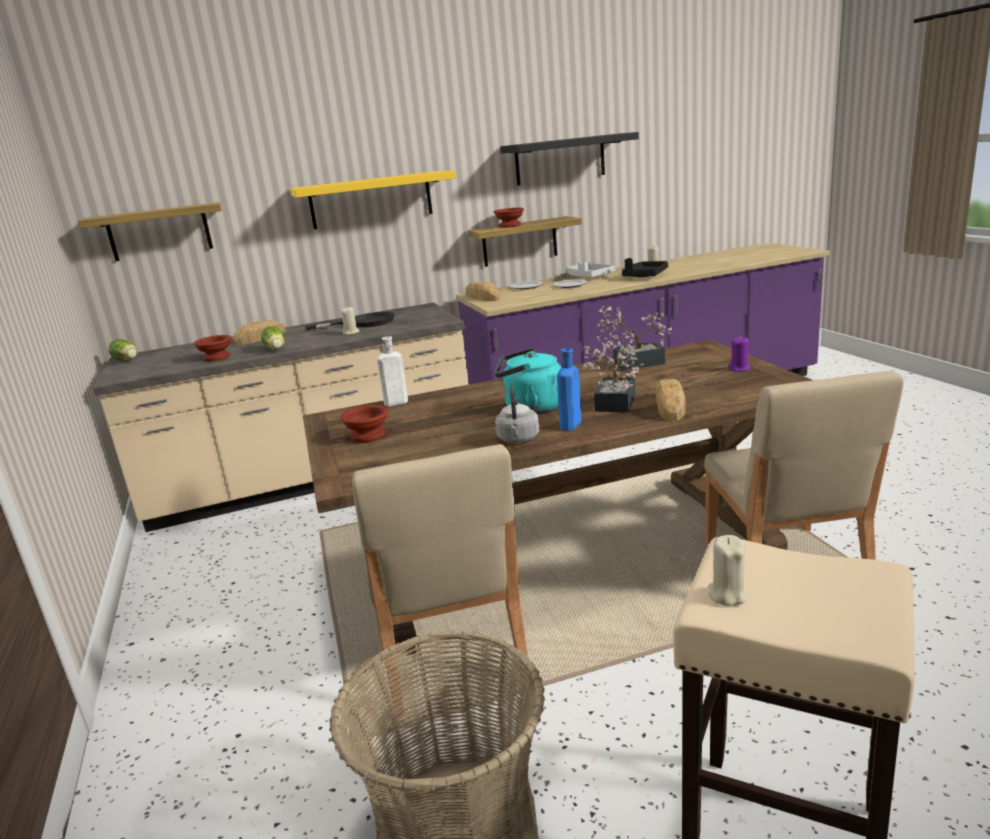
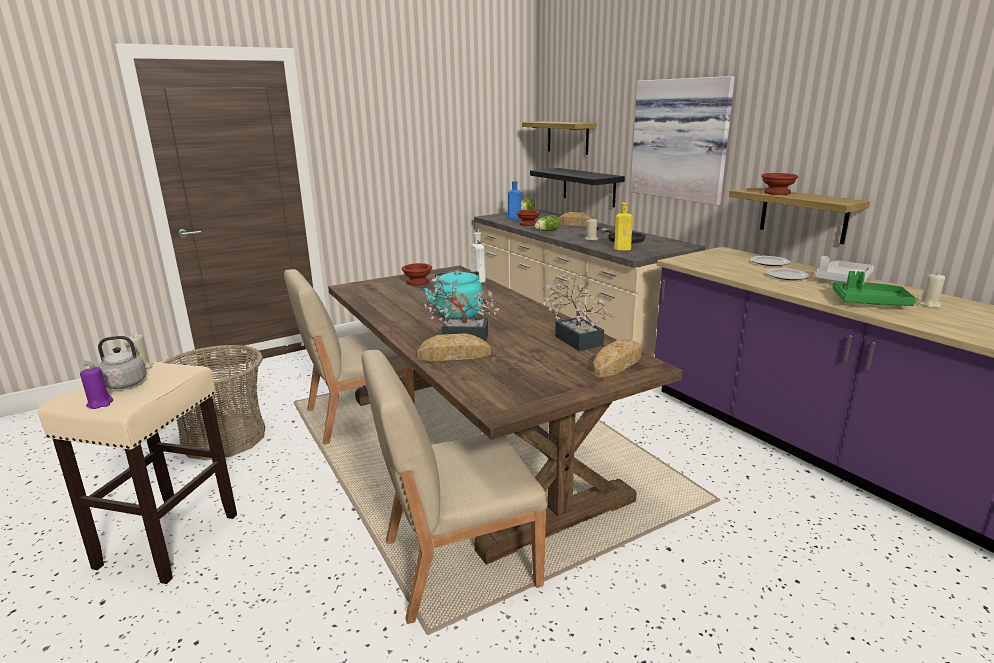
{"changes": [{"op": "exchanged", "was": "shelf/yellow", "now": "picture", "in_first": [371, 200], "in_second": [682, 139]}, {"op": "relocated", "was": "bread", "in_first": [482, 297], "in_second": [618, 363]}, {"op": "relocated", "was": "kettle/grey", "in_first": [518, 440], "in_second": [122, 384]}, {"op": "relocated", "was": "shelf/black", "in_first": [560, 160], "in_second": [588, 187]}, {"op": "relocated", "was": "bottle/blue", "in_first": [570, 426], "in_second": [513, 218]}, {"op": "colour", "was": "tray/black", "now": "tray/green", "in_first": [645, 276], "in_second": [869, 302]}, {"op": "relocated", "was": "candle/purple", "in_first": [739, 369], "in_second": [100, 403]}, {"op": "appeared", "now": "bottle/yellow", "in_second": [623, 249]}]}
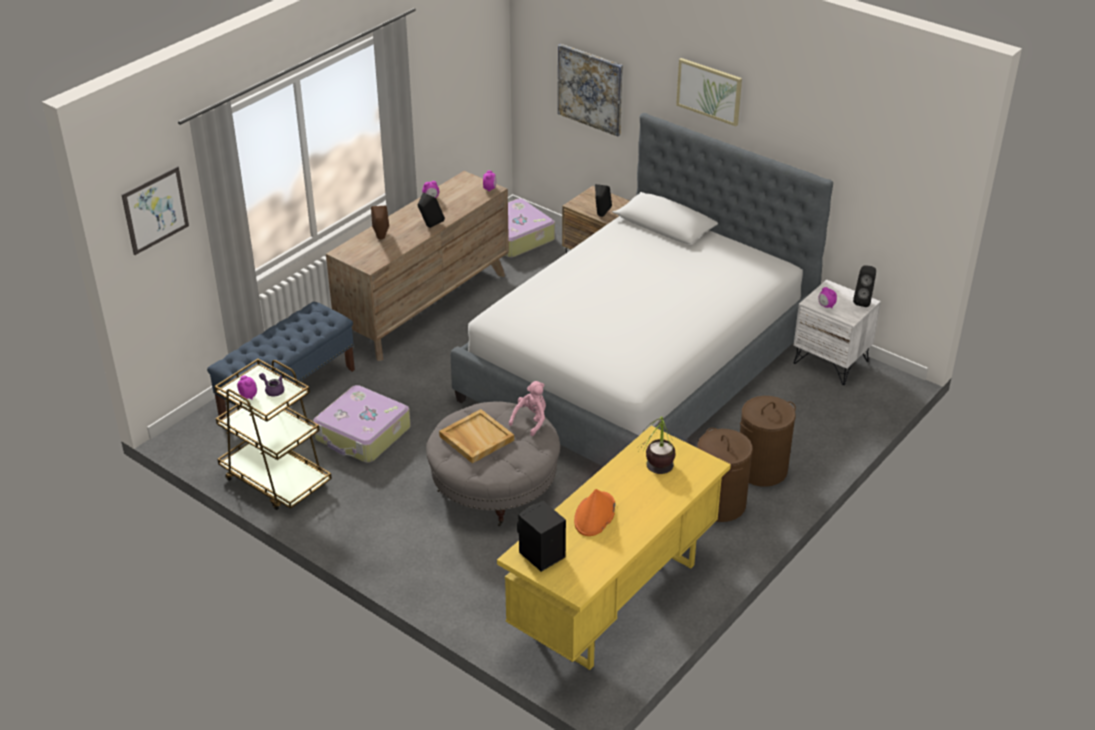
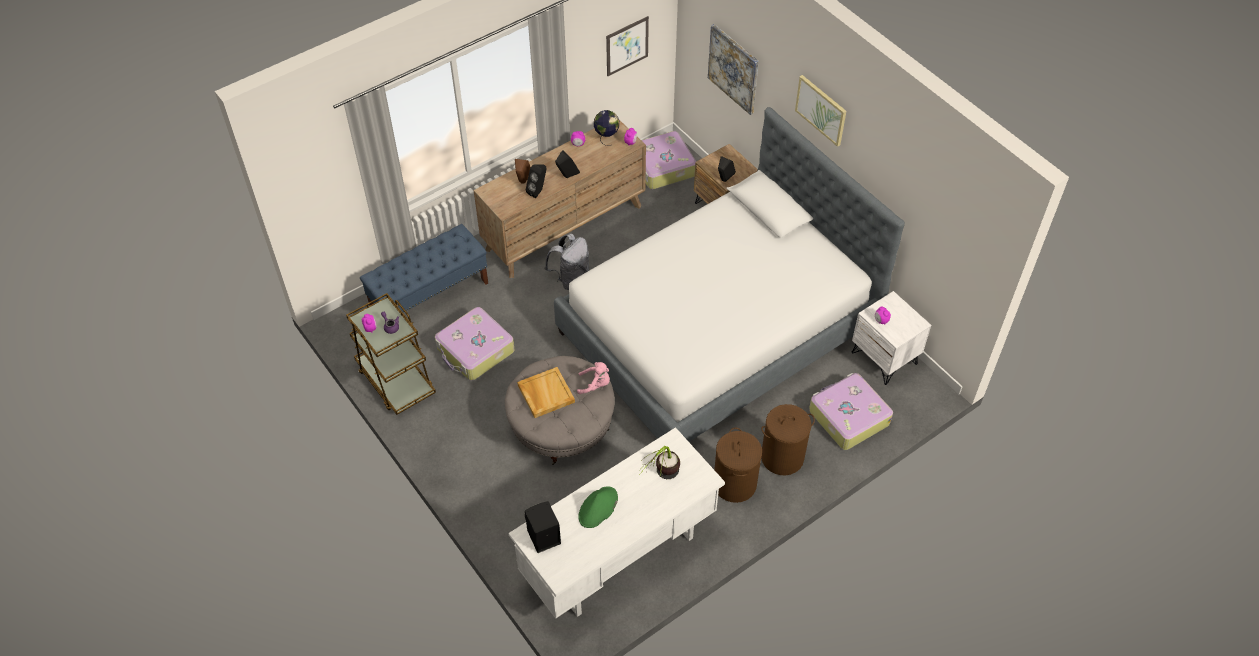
{"changes": [{"op": "relocated", "was": "picture", "in_first": [155, 210], "in_second": [627, 46]}, {"op": "colour", "was": "desk/yellow", "now": "desk/white", "in_first": [614, 600], "in_second": [618, 556]}, {"op": "spun", "was": "plush toy/pink", "in_first": [531, 420], "in_second": [595, 384], "clockwise": 45}, {"op": "colour", "was": "hat/orange", "now": "hat/green", "in_first": [594, 515], "in_second": [598, 508]}, {"op": "relocated", "was": "speaker/black", "in_first": [863, 301], "in_second": [538, 191]}, {"op": "appeared", "now": "backpack/grey", "in_second": [570, 278]}, {"op": "appeared", "now": "globe", "in_second": [606, 138]}, {"op": "appeared", "now": "suitcase", "in_second": [847, 417]}]}
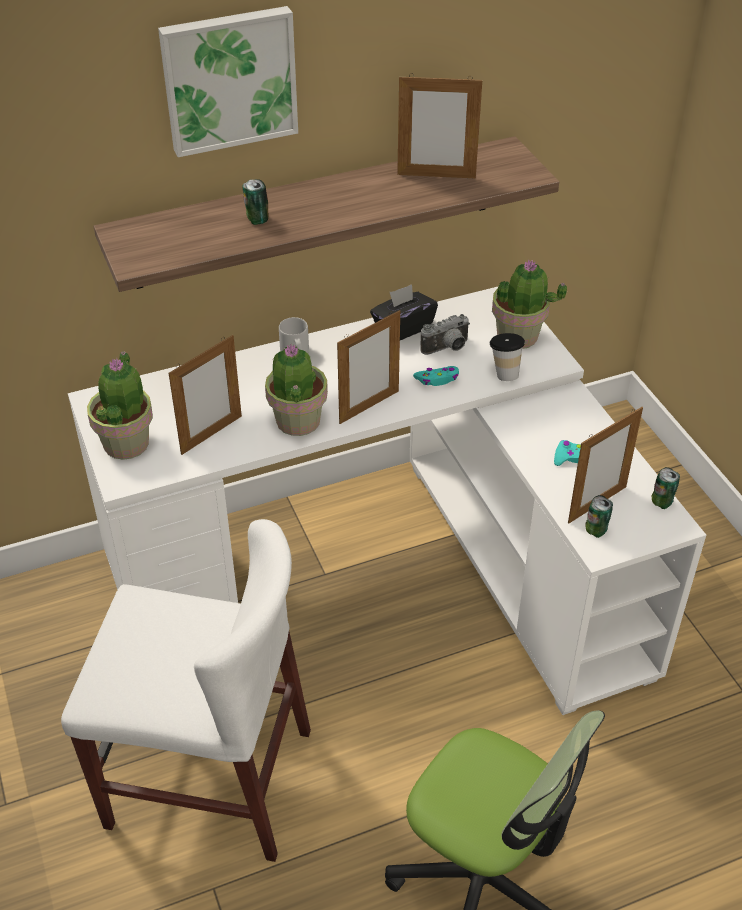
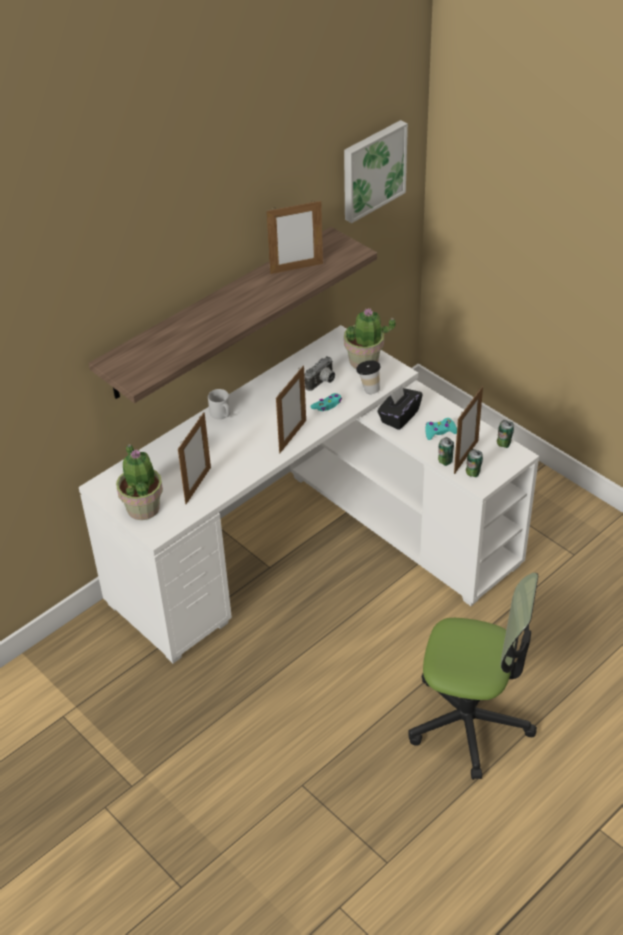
{"changes": [{"op": "missing", "was": "chair/white", "in_first": [209, 778]}, {"op": "relocated", "was": "picture", "in_first": [229, 79], "in_second": [372, 170]}, {"op": "relocated", "was": "can", "in_first": [257, 220], "in_second": [445, 461]}, {"op": "missing", "was": "potted plant", "in_first": [297, 421]}, {"op": "relocated", "was": "tissue box/black", "in_first": [403, 328], "in_second": [399, 417]}]}
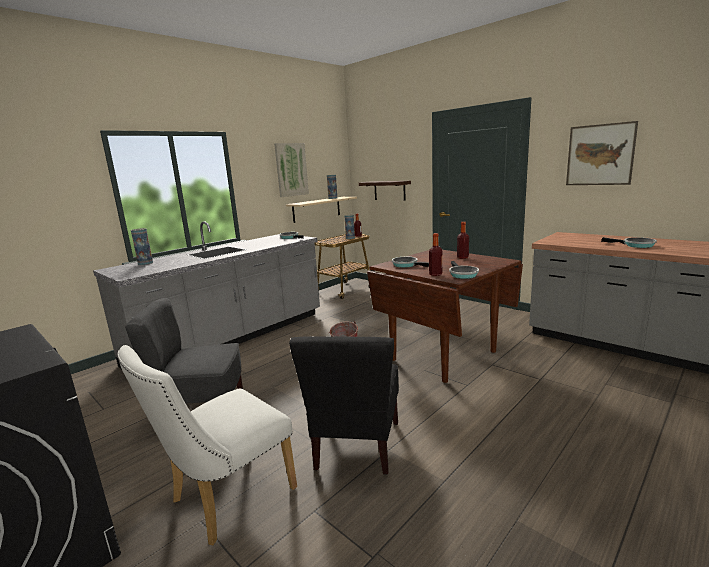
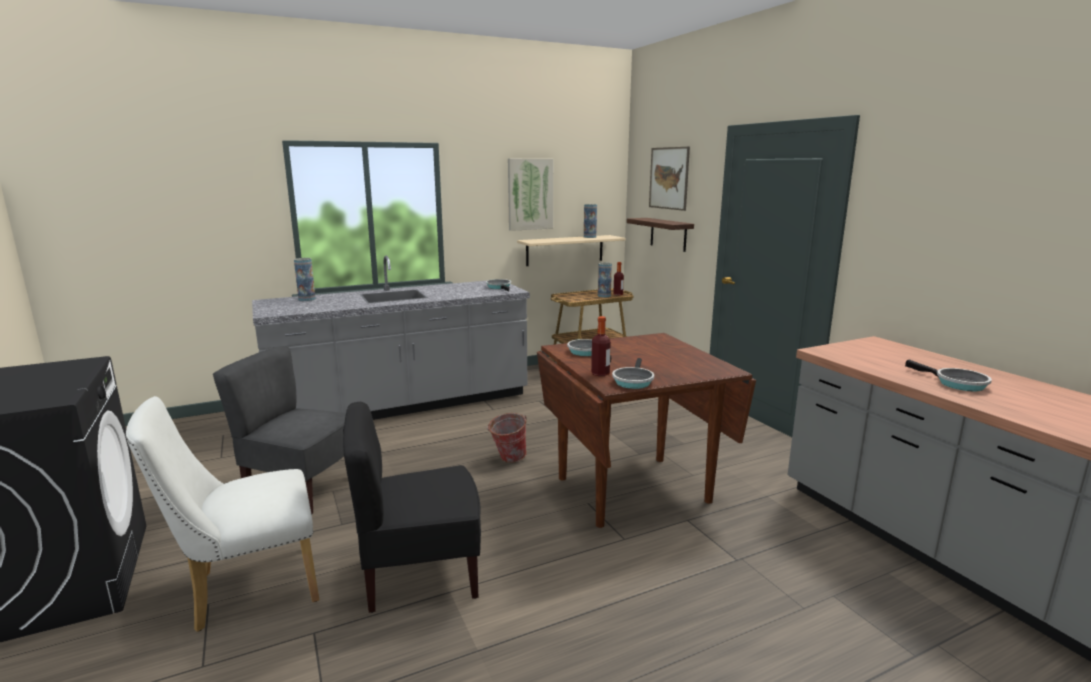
{"changes": [{"op": "spun", "was": "chair/black", "in_first": [356, 445], "in_second": [420, 574], "clockwise": 45}, {"op": "missing", "was": "bottle", "in_first": [462, 257]}, {"op": "relocated", "was": "picture", "in_first": [600, 155], "in_second": [669, 178]}]}
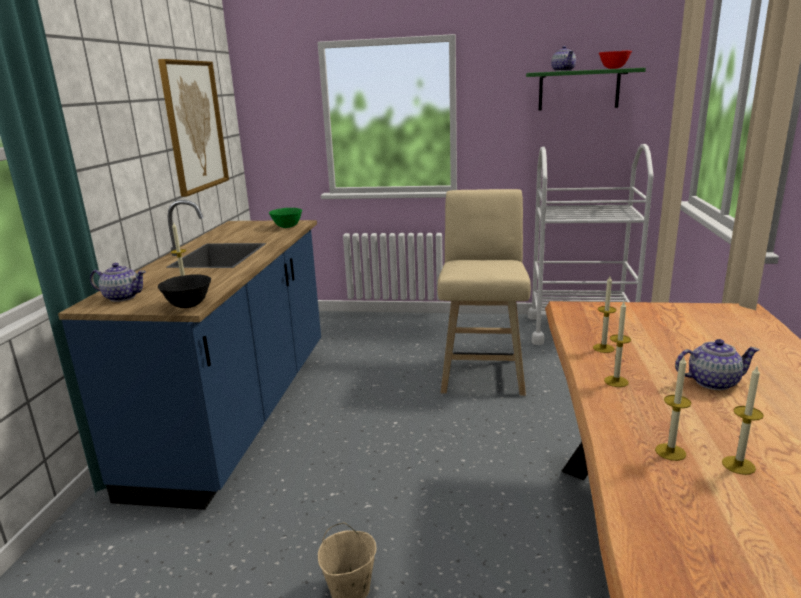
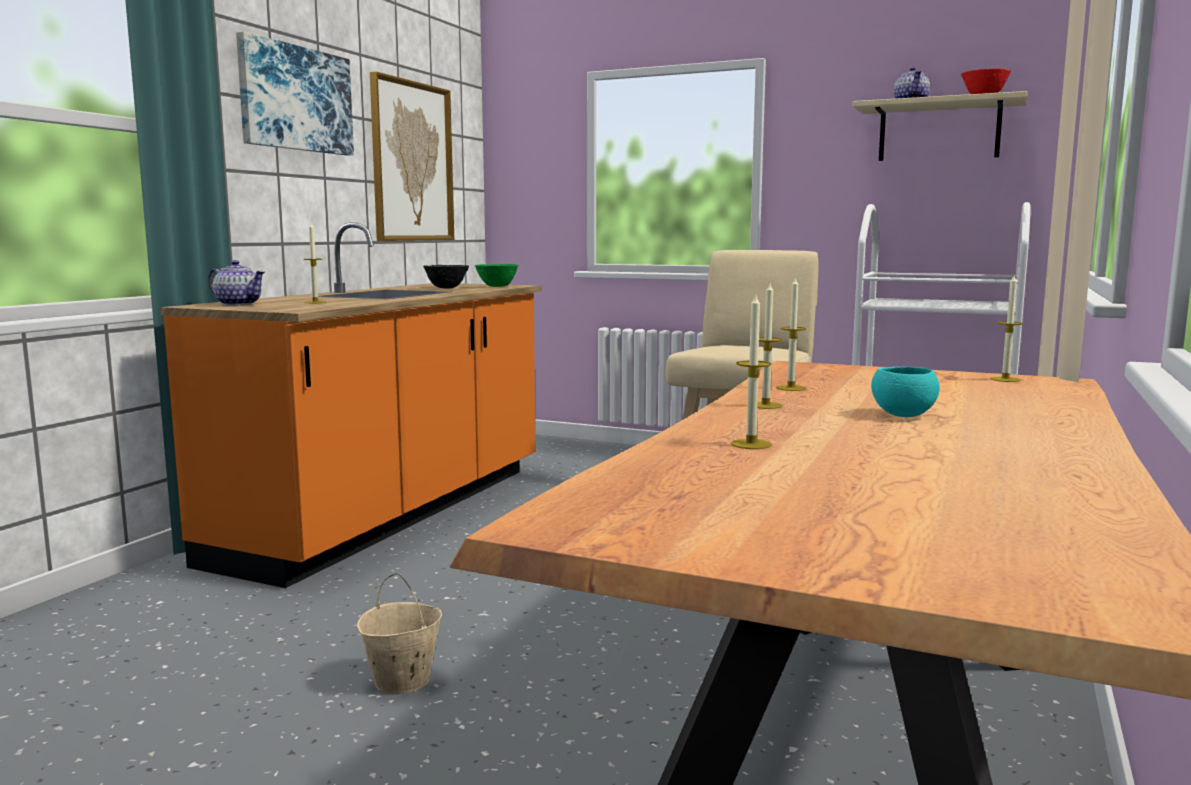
{"changes": [{"op": "colour", "was": "counter/blue", "now": "counter/orange", "in_first": [241, 412], "in_second": [392, 513]}, {"op": "relocated", "was": "bowl/black", "in_first": [189, 306], "in_second": [447, 288]}, {"op": "colour", "was": "shelf/green", "now": "shelf/beige", "in_first": [578, 90], "in_second": [939, 131]}, {"op": "exchanged", "was": "teapot", "now": "bowl/turquoise", "in_first": [712, 382], "in_second": [903, 415]}, {"op": "relocated", "was": "candle", "in_first": [738, 465], "in_second": [1005, 379]}, {"op": "appeared", "now": "picture", "in_second": [295, 99]}]}
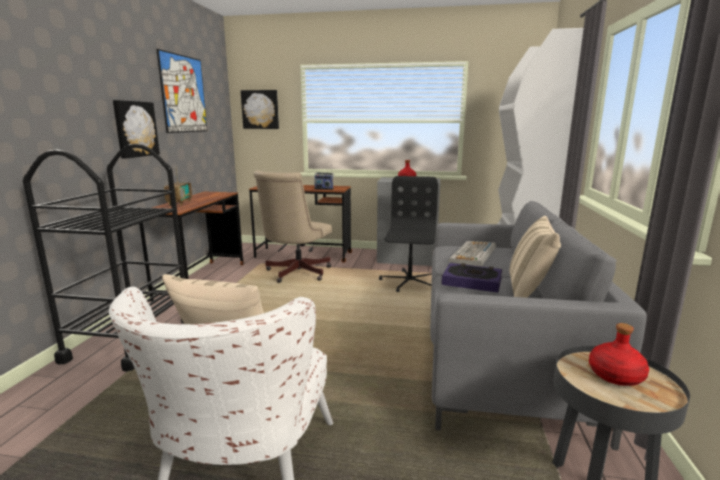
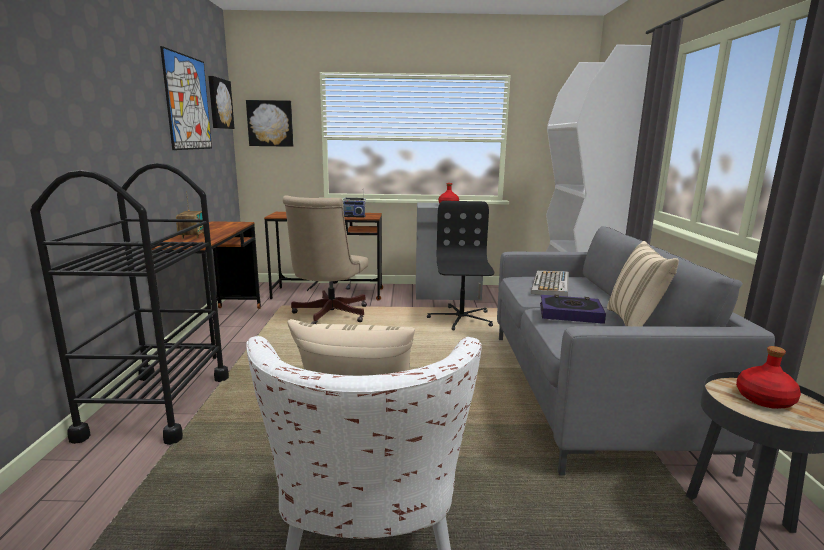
{"changes": [{"op": "relocated", "was": "picture", "in_first": [135, 129], "in_second": [219, 103]}]}
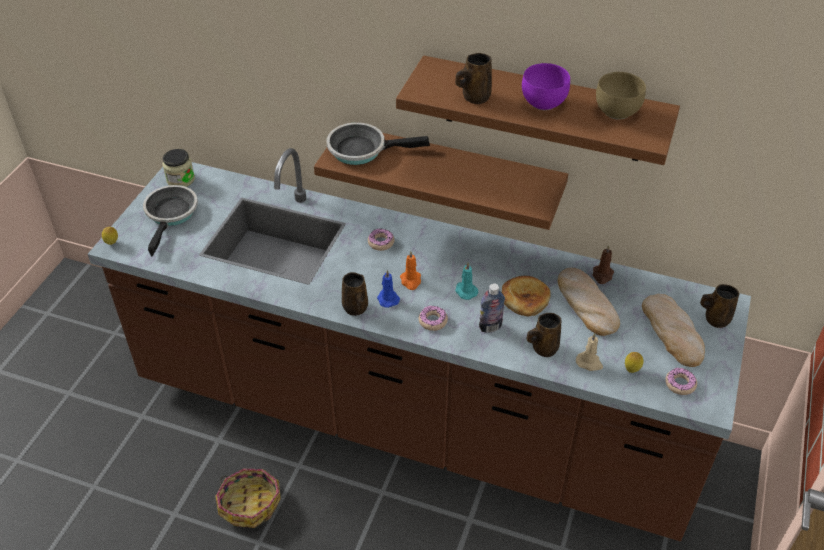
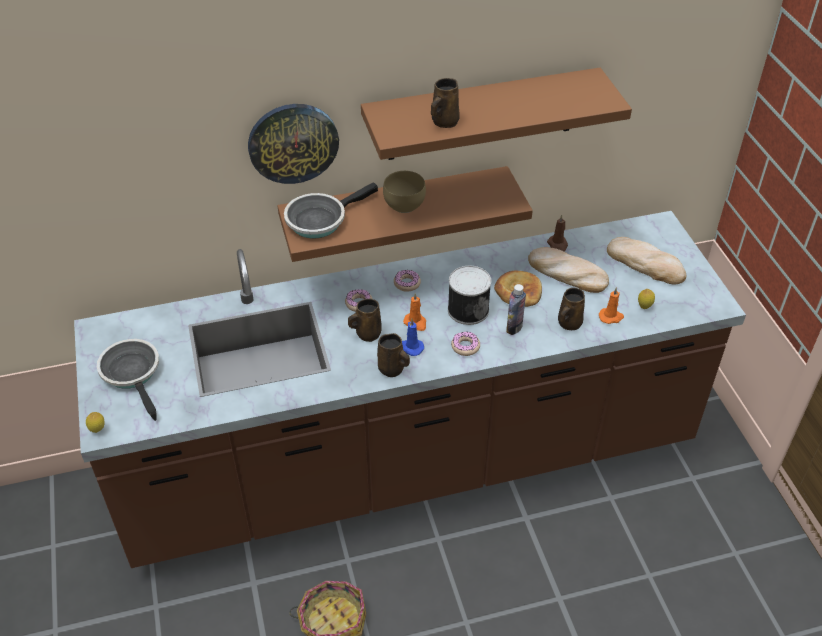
{"changes": [{"op": "missing", "was": "jar", "in_first": [180, 180]}, {"op": "exchanged", "was": "candle/turquoise", "now": "can", "in_first": [465, 291], "in_second": [467, 309]}, {"op": "missing", "was": "bowl/purple", "in_first": [545, 103]}, {"op": "colour", "was": "candle/beige", "now": "candle/orange", "in_first": [589, 363], "in_second": [611, 317]}, {"op": "relocated", "was": "bowl/brown", "in_first": [617, 113], "in_second": [405, 206]}, {"op": "relocated", "was": "donut", "in_first": [680, 384], "in_second": [407, 283]}, {"op": "relocated", "was": "mug/brown", "in_first": [715, 319], "in_second": [367, 334]}, {"op": "appeared", "now": "wall clock", "in_second": [293, 142]}]}
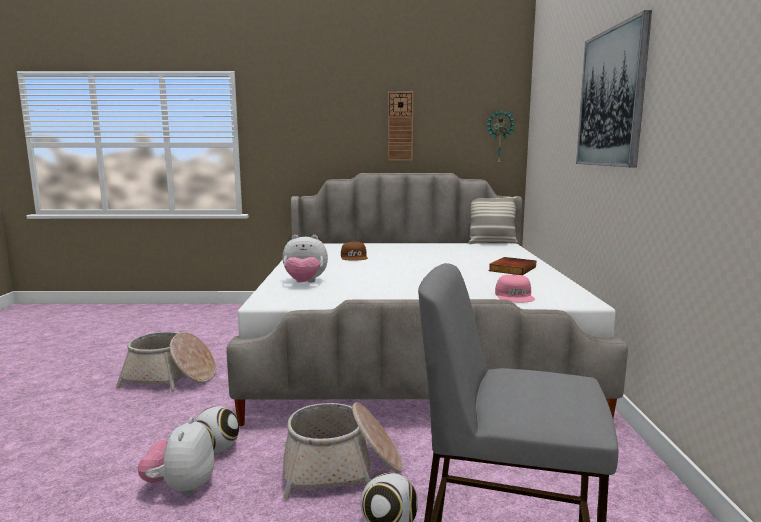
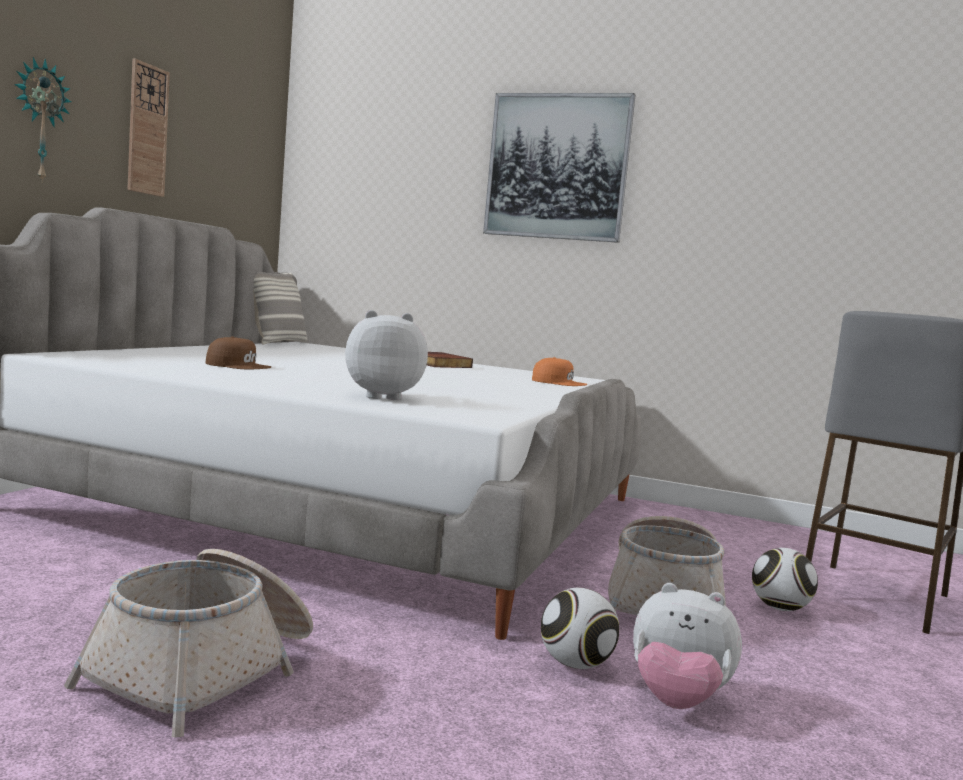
{"changes": [{"op": "spun", "was": "plush toy", "in_first": [305, 283], "in_second": [382, 396], "clockwise": -120}, {"op": "relocated", "was": "wall clock", "in_first": [499, 137], "in_second": [39, 121]}, {"op": "colour", "was": "cap/pink", "now": "cap/orange", "in_first": [515, 296], "in_second": [558, 382]}]}
